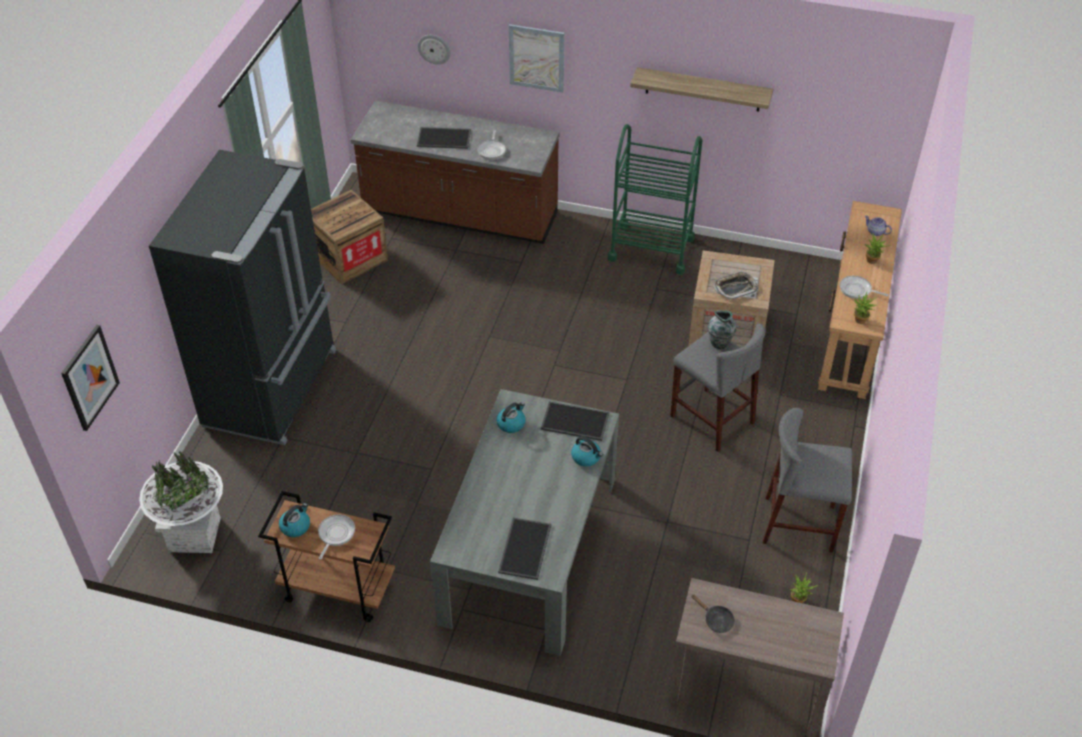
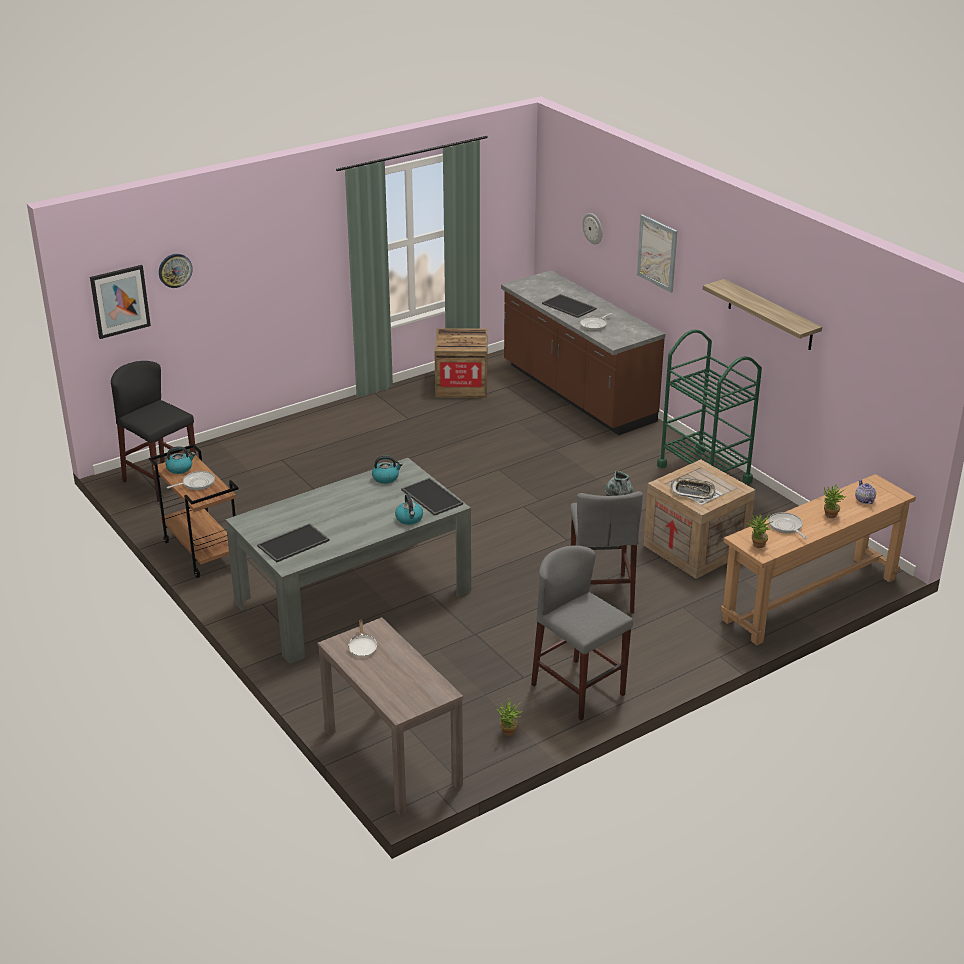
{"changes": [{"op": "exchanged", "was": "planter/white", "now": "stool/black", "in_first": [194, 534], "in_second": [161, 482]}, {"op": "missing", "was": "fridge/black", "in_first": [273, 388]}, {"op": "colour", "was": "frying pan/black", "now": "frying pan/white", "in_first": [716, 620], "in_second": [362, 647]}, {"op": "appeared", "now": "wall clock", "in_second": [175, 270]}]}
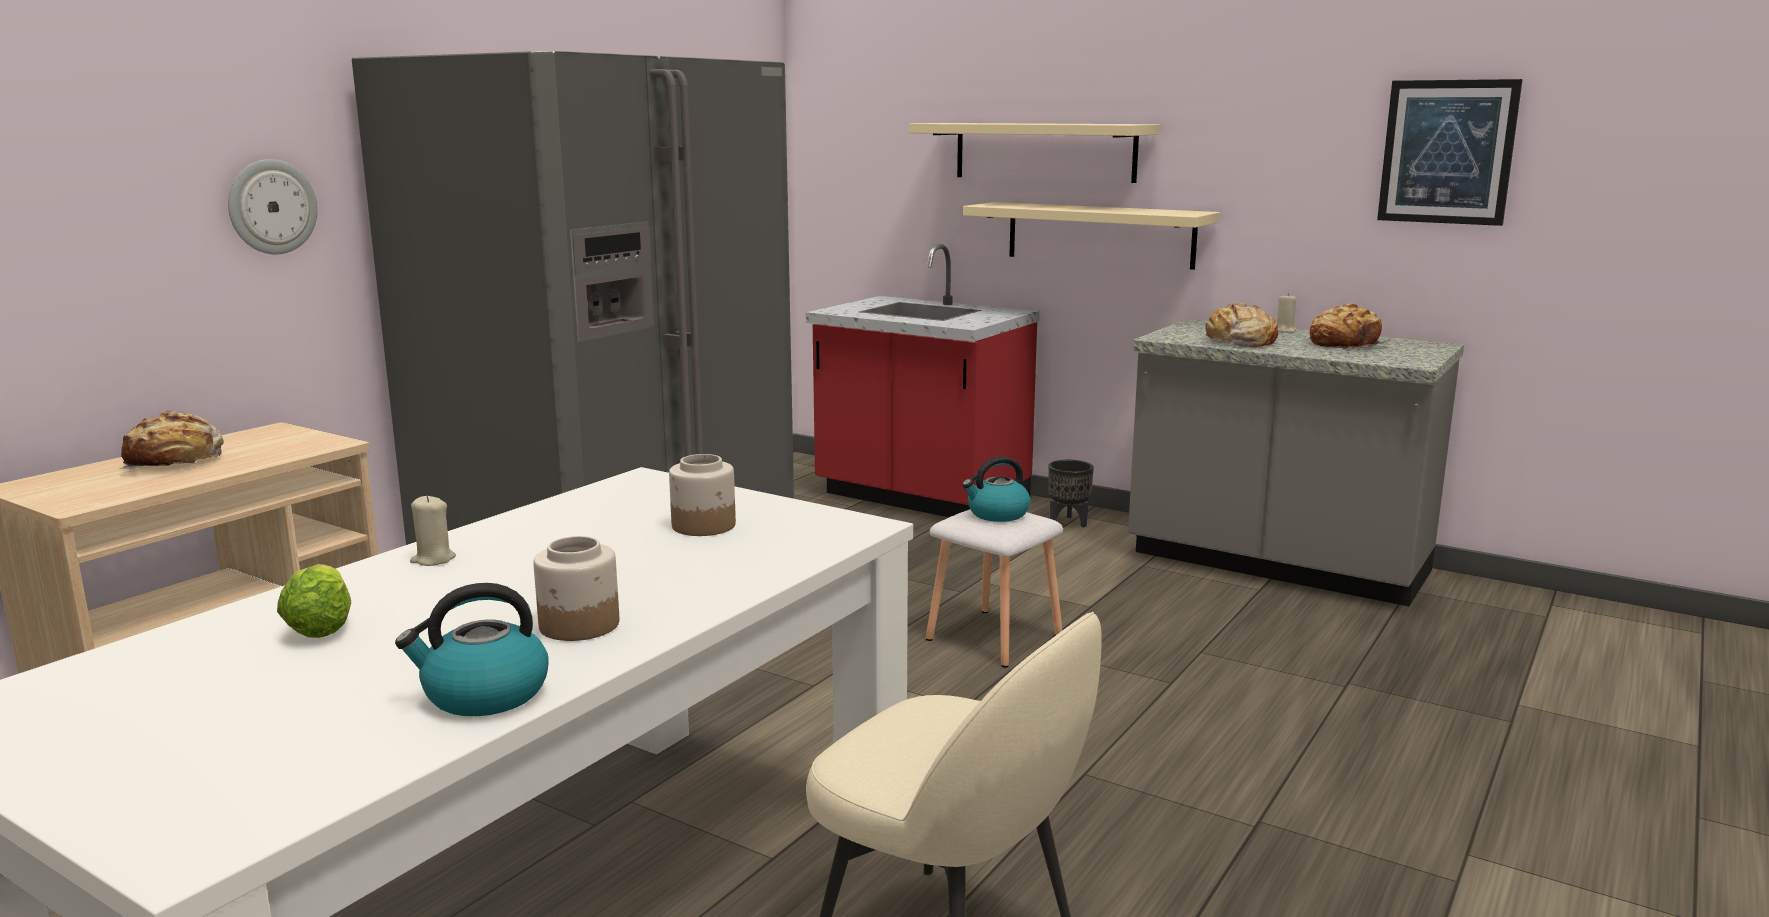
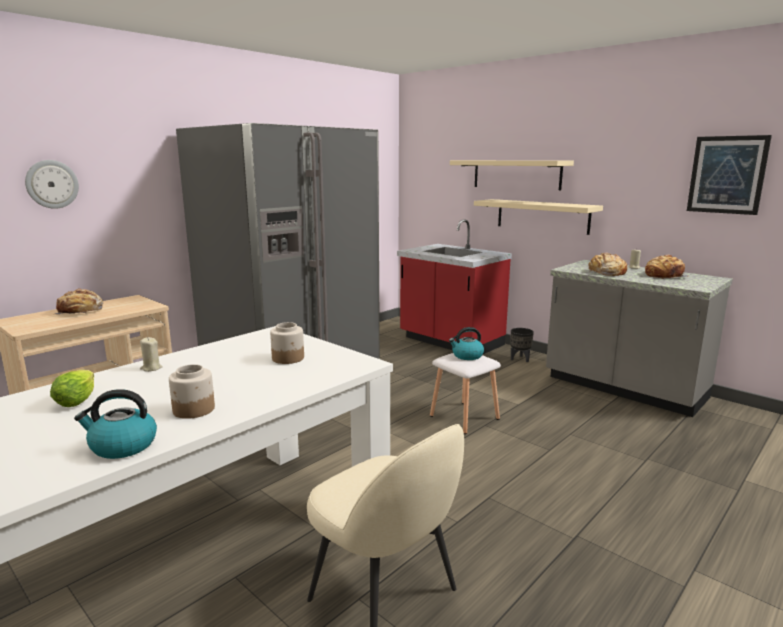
{"changes": [{"op": "relocated", "was": "wall clock", "in_first": [271, 207], "in_second": [52, 184]}]}
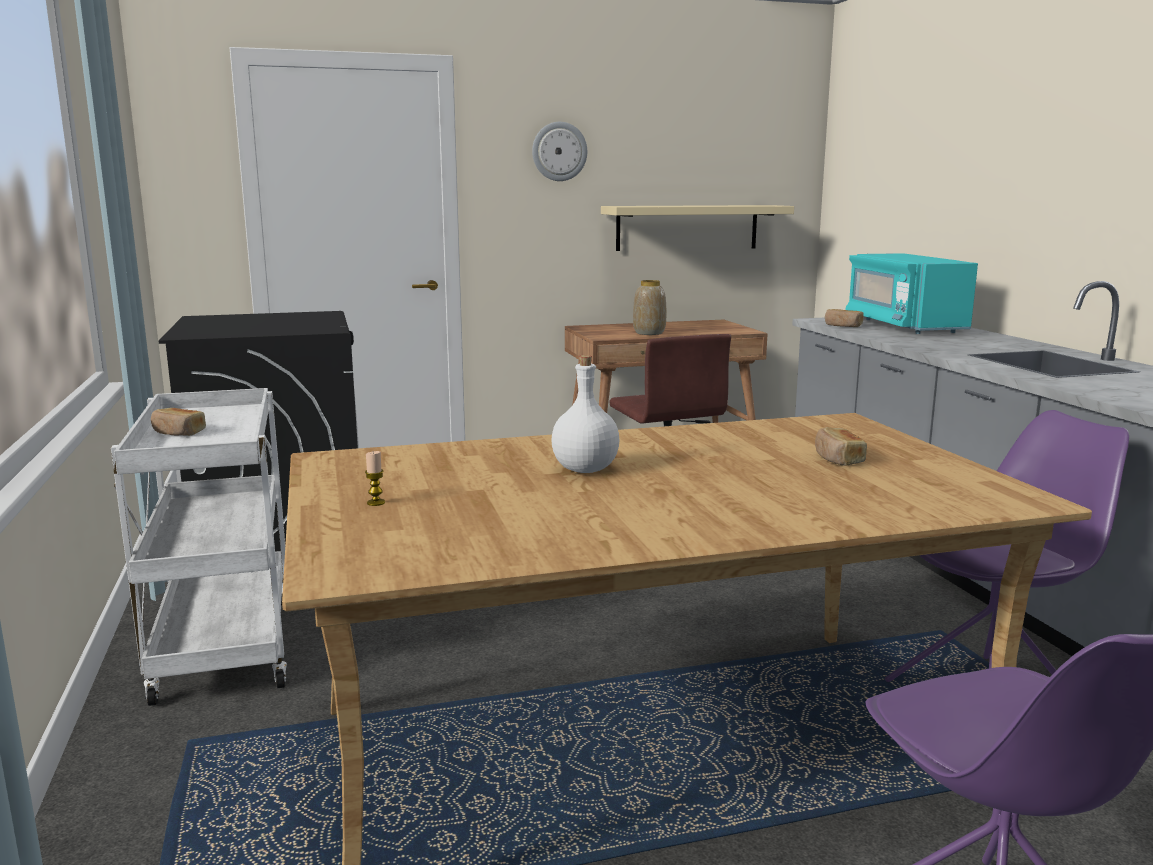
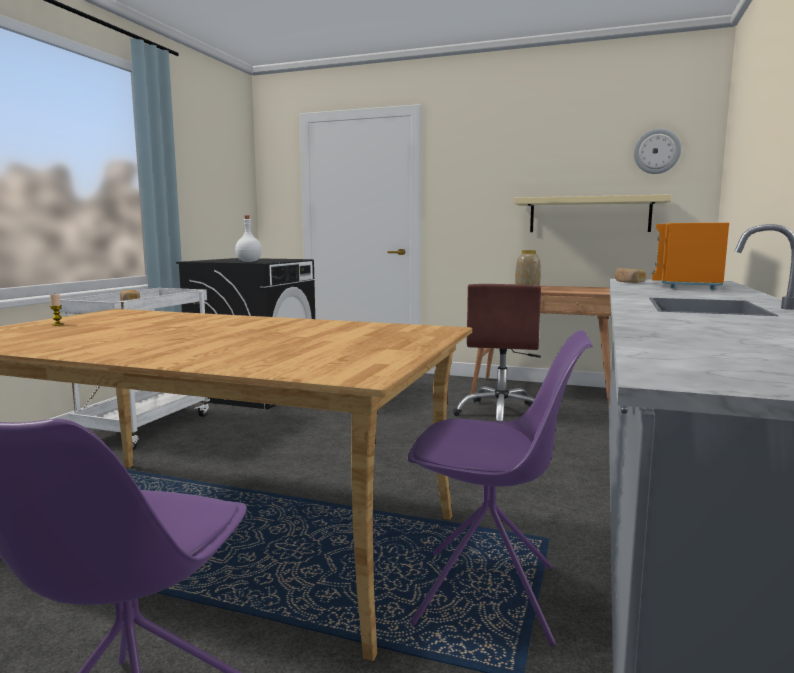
{"changes": [{"op": "relocated", "was": "wall clock", "in_first": [559, 151], "in_second": [657, 151]}, {"op": "relocated", "was": "bottle/white", "in_first": [584, 470], "in_second": [248, 261]}, {"op": "missing", "was": "bread", "in_first": [837, 459]}, {"op": "colour", "was": "microwave/turquoise", "now": "microwave/orange", "in_first": [903, 325], "in_second": [686, 284]}]}
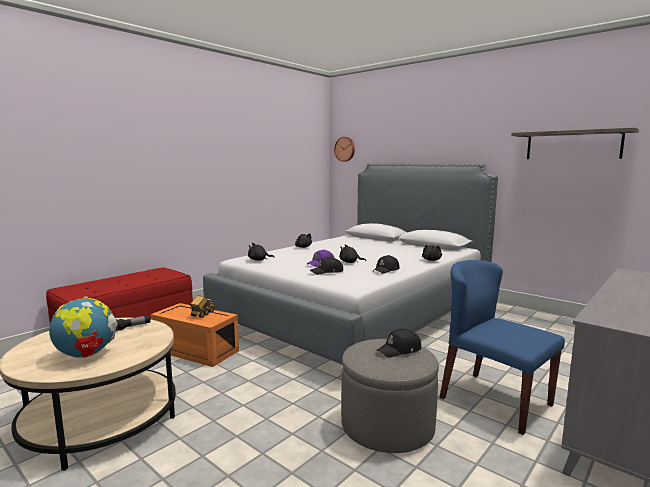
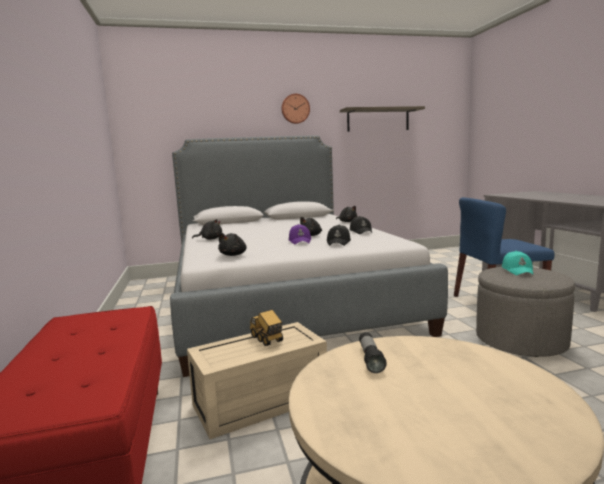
{"changes": [{"op": "missing", "was": "globe", "in_first": [86, 355]}, {"op": "colour", "was": "storage box/orange", "now": "storage box/beige", "in_first": [194, 351], "in_second": [259, 403]}, {"op": "relocated", "was": "wall clock", "in_first": [345, 149], "in_second": [295, 109]}, {"op": "colour", "was": "cap/black", "now": "cap/turquoise", "in_first": [400, 350], "in_second": [517, 270]}]}
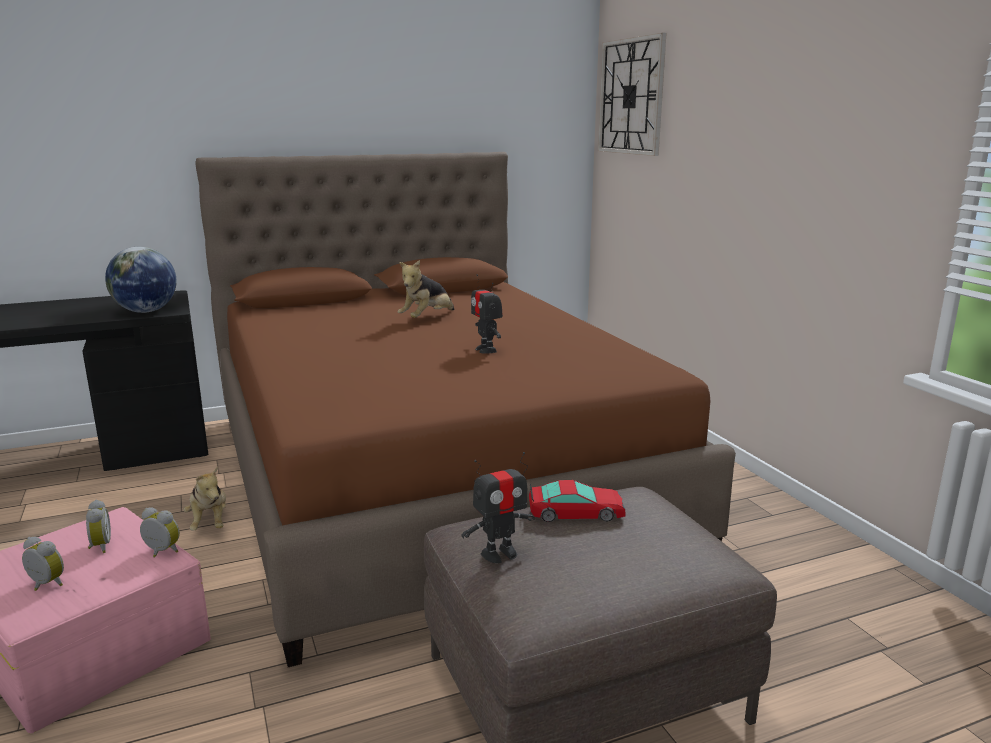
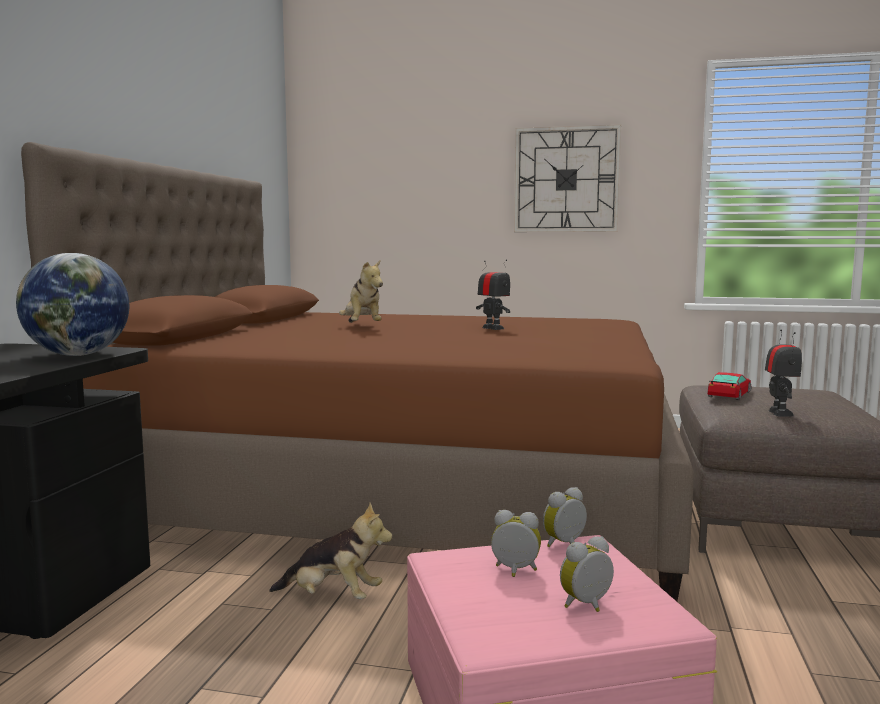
{"changes": [{"op": "spun", "was": "toy robot", "in_first": [486, 350], "in_second": [493, 328], "clockwise": -135}, {"op": "relocated", "was": "wall clock", "in_first": [631, 97], "in_second": [566, 180]}]}
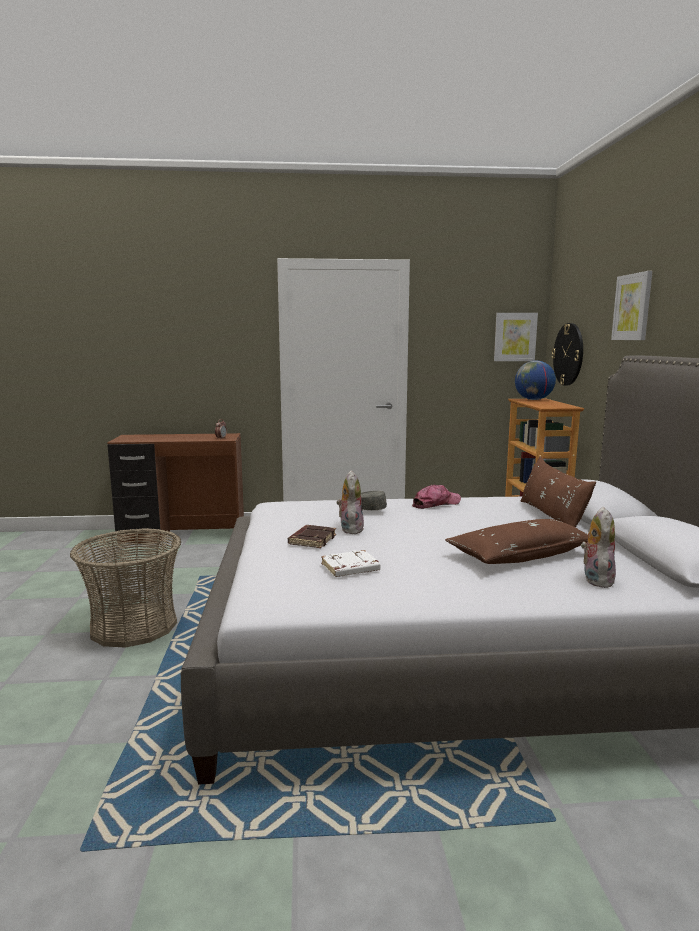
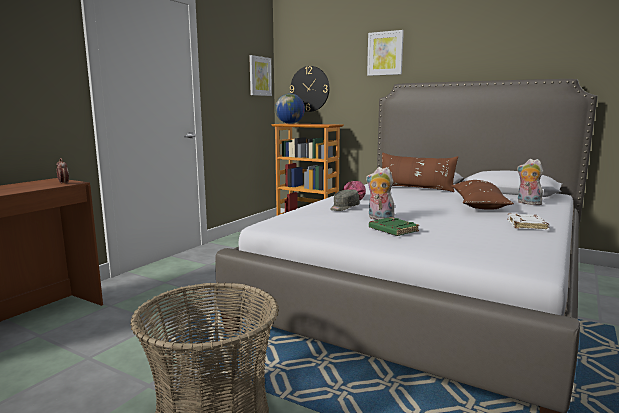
{"changes": [{"op": "colour", "was": "book/brown", "now": "book/green", "in_first": [312, 540], "in_second": [392, 230]}, {"op": "relocated", "was": "book/white", "in_first": [350, 568], "in_second": [527, 225]}]}
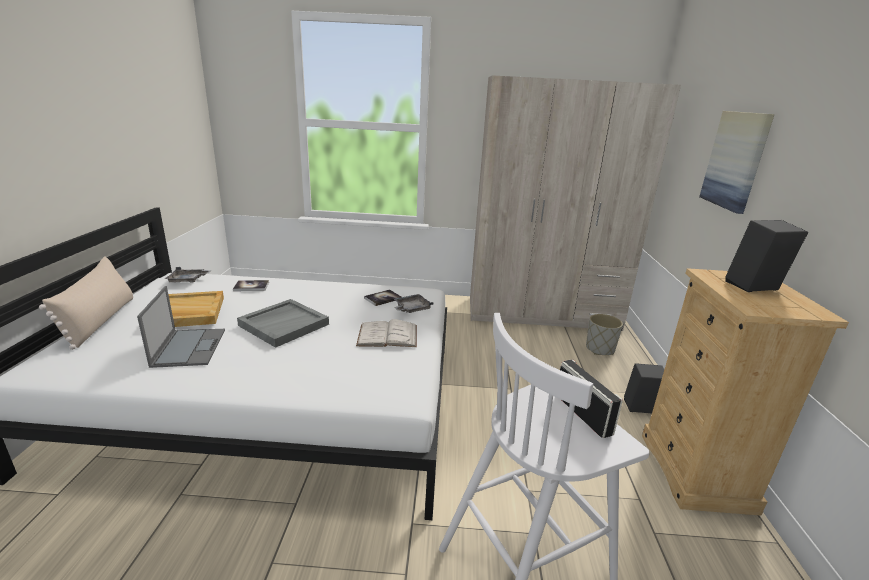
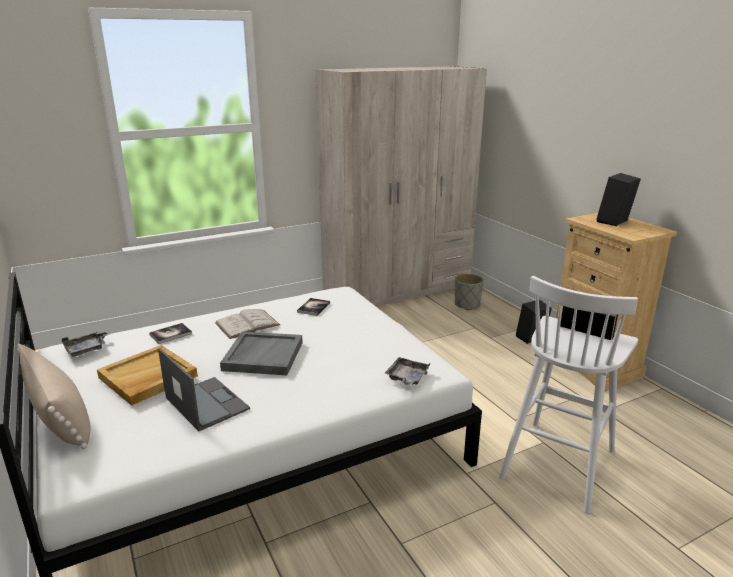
{"changes": [{"op": "relocated", "was": "book/white", "in_first": [387, 335], "in_second": [247, 324]}, {"op": "relocated", "was": "tray/grey", "in_first": [411, 309], "in_second": [407, 378]}, {"op": "missing", "was": "picture", "in_first": [735, 160]}]}
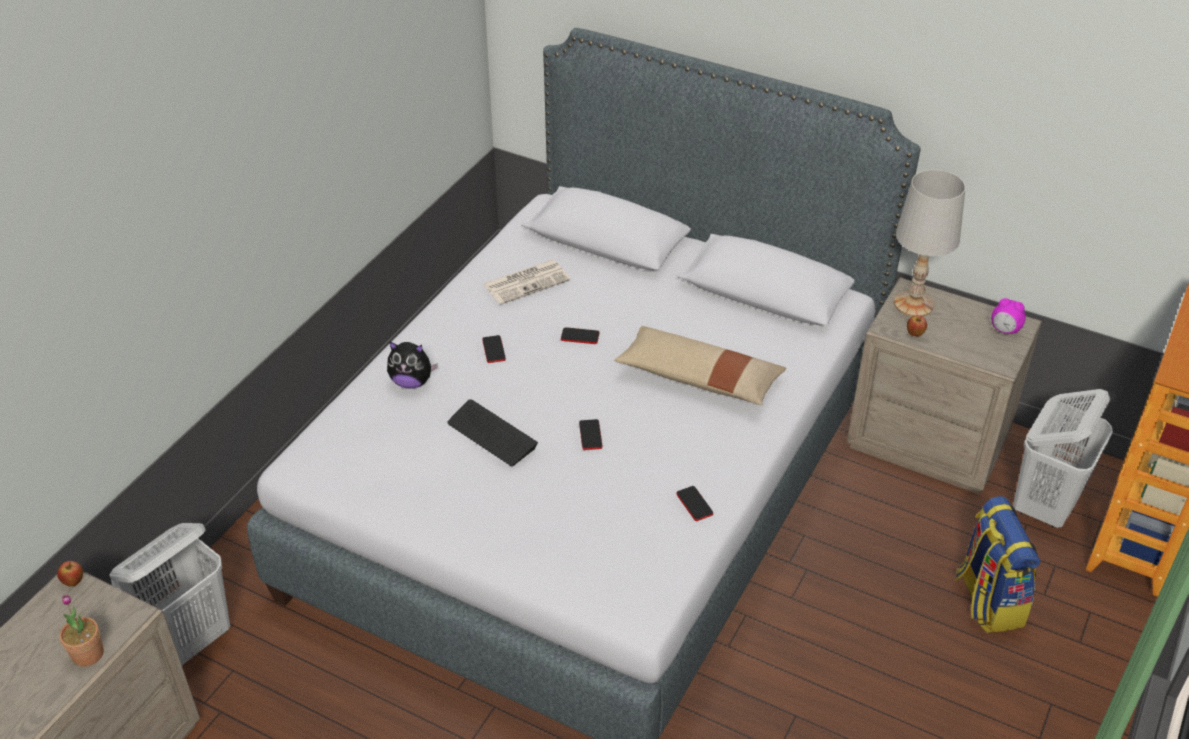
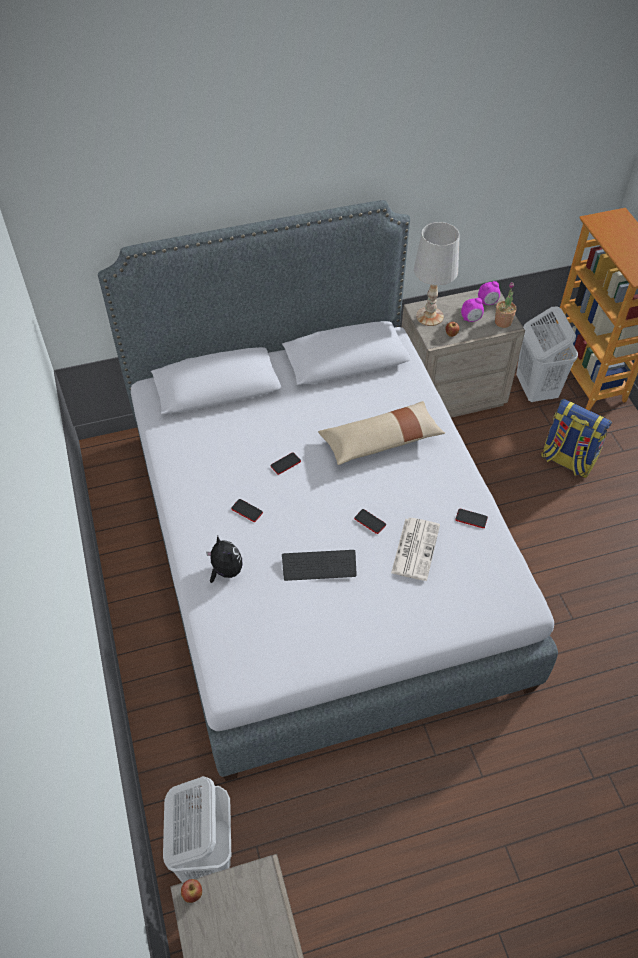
{"changes": [{"op": "relocated", "was": "potted plant", "in_first": [88, 654], "in_second": [503, 322]}, {"op": "spun", "was": "plush toy", "in_first": [412, 382], "in_second": [225, 571], "clockwise": -90}, {"op": "relocated", "was": "newspaper", "in_first": [527, 282], "in_second": [415, 548]}, {"op": "appeared", "now": "alarm clock", "in_second": [471, 319]}]}
